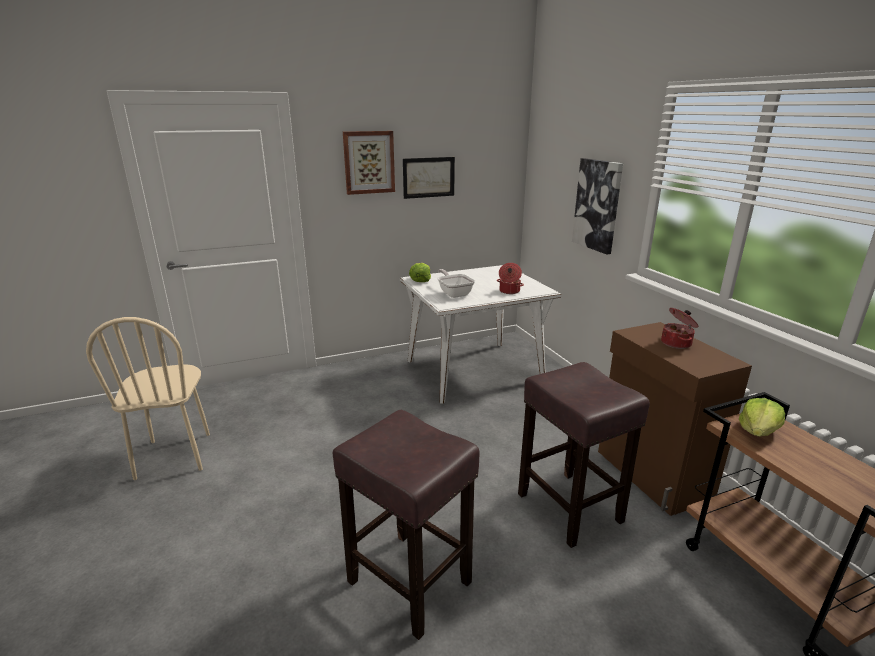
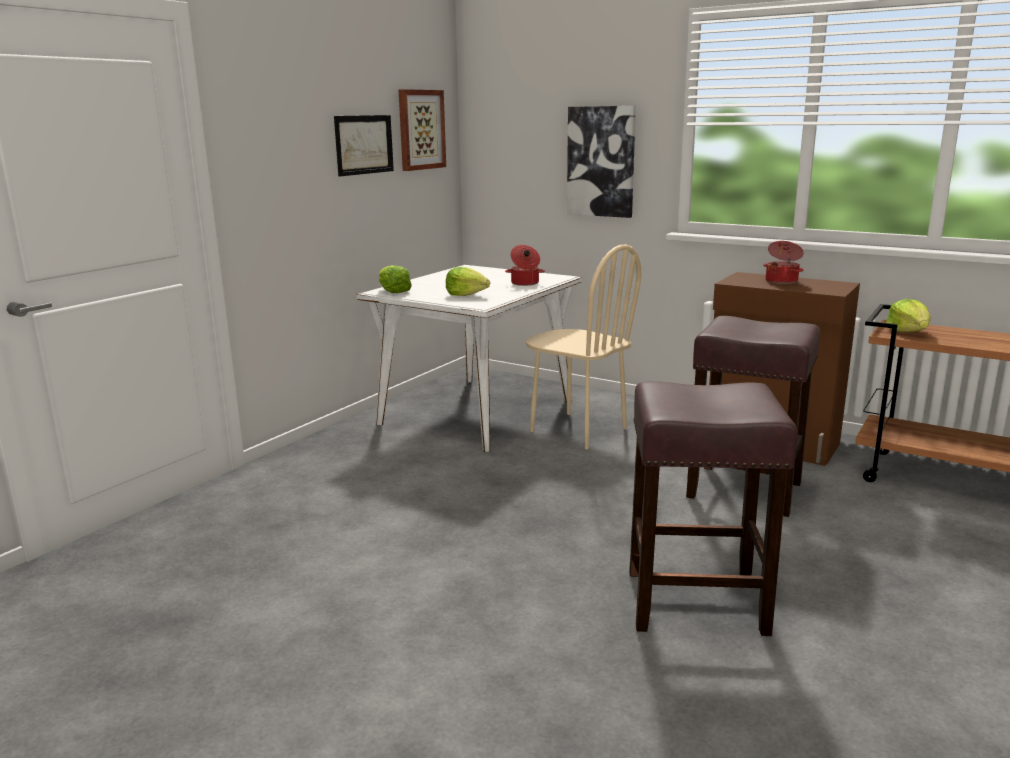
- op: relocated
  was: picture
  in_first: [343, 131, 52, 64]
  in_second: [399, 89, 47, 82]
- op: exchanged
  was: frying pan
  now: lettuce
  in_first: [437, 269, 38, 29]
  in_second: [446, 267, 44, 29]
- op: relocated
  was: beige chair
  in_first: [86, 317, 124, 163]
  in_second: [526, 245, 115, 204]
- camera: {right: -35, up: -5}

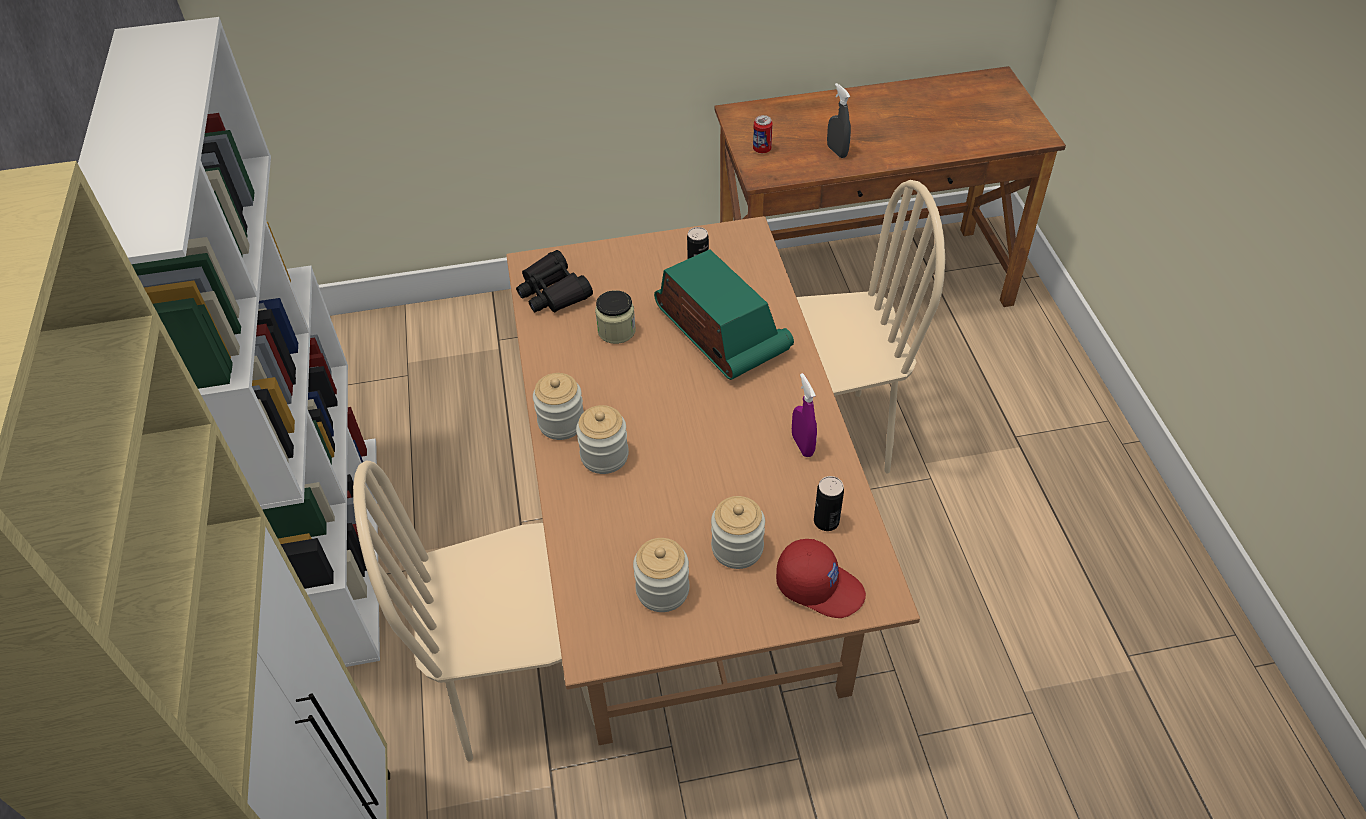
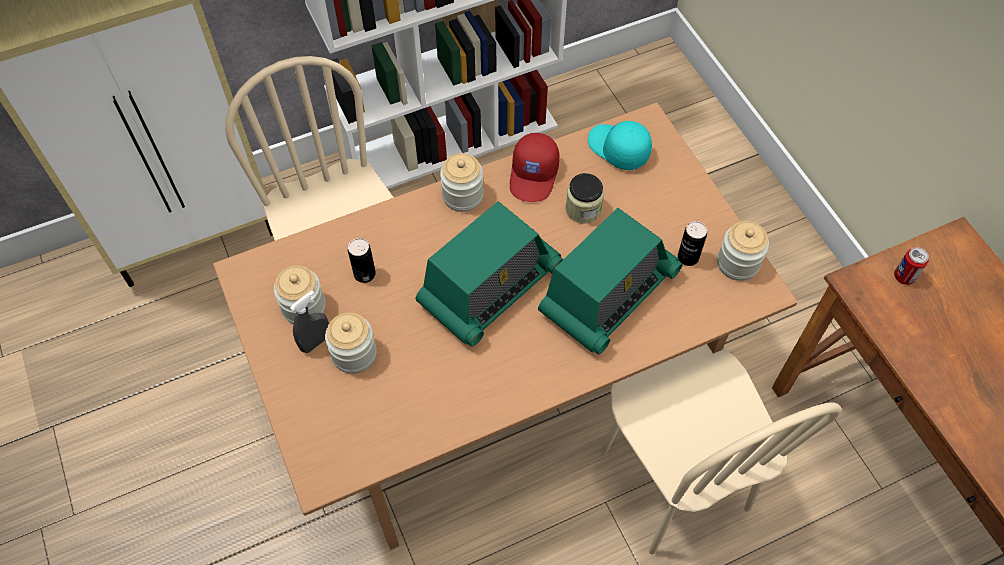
- op: relocated
  was: grey spray bottle
  in_first: [827, 83, 24, 75]
  in_second: [290, 291, 39, 62]
- op: relocated
  was: can
  in_first: [814, 476, 30, 55]
  in_second: [348, 238, 28, 45]
- op: appeared
  now: radio
  in_second: [416, 201, 147, 146]
- op: relocated
  was: red cap
  in_first: [776, 539, 90, 79]
  in_second: [510, 133, 50, 69]
- op: exchanged
  was: black binoculars
  now: turquoise cap
  in_first: [516, 250, 77, 63]
  in_second: [588, 121, 64, 49]
- op: relocated
  was: jar
  in_first: [576, 405, 53, 69]
  in_second: [717, 221, 52, 60]
- op: missing
  was: purple spray bottle
  in_first: [792, 373, 25, 84]
- camera: {right: 75, up: 10}

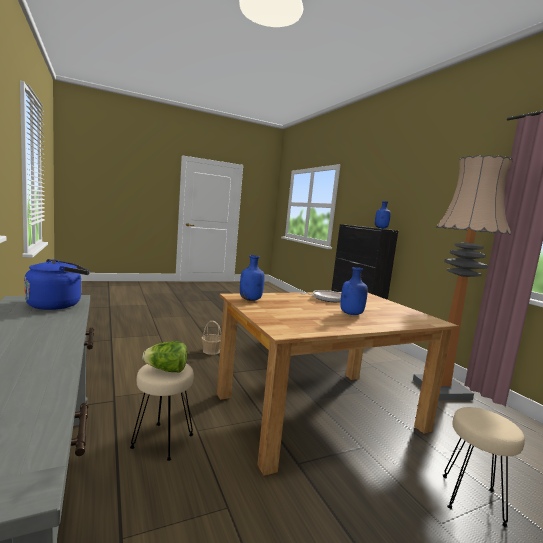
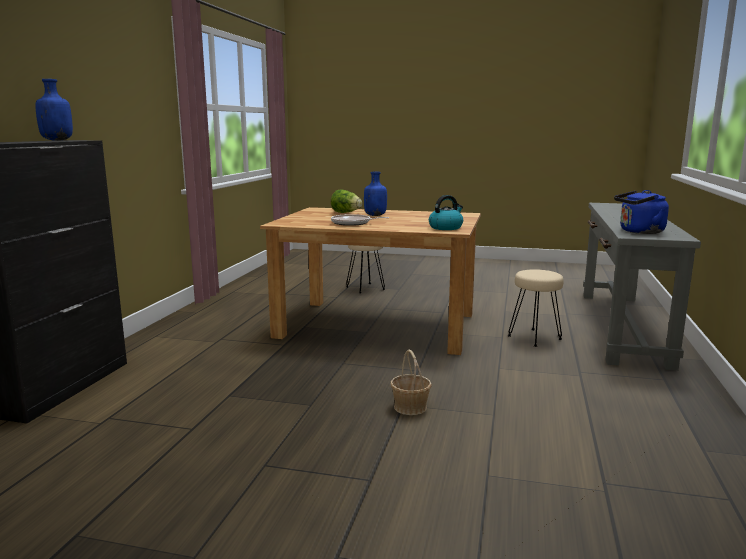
- op: relocated
  was: lettuce
  in_first: [143, 341, 44, 32]
  in_second: [331, 190, 31, 23]
- op: exchanged
  was: blue bottle
  now: kettle
  in_first: [240, 255, 25, 46]
  in_second: [429, 195, 34, 35]
- op: missing
  was: floor lamp
  in_first: [413, 155, 100, 245]
- camera: {right: -140, up: 5}

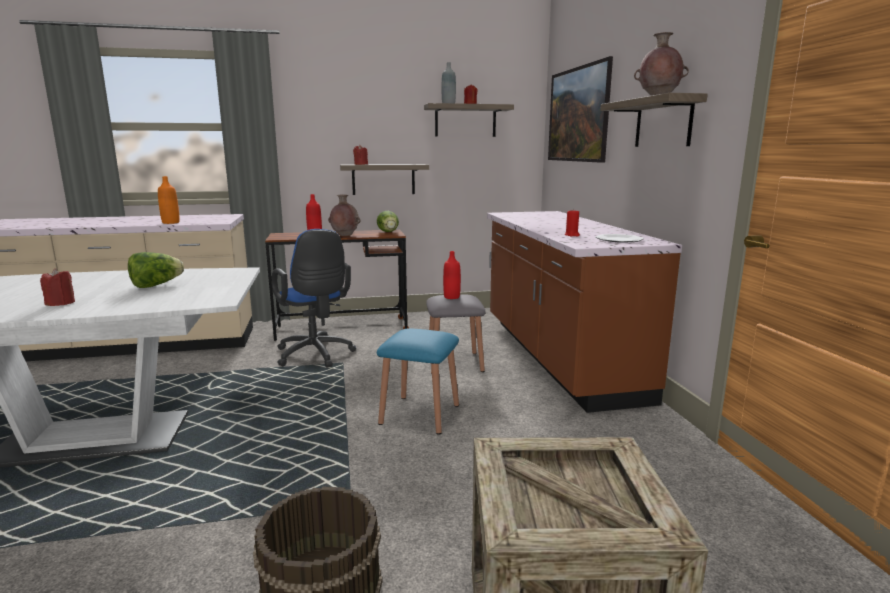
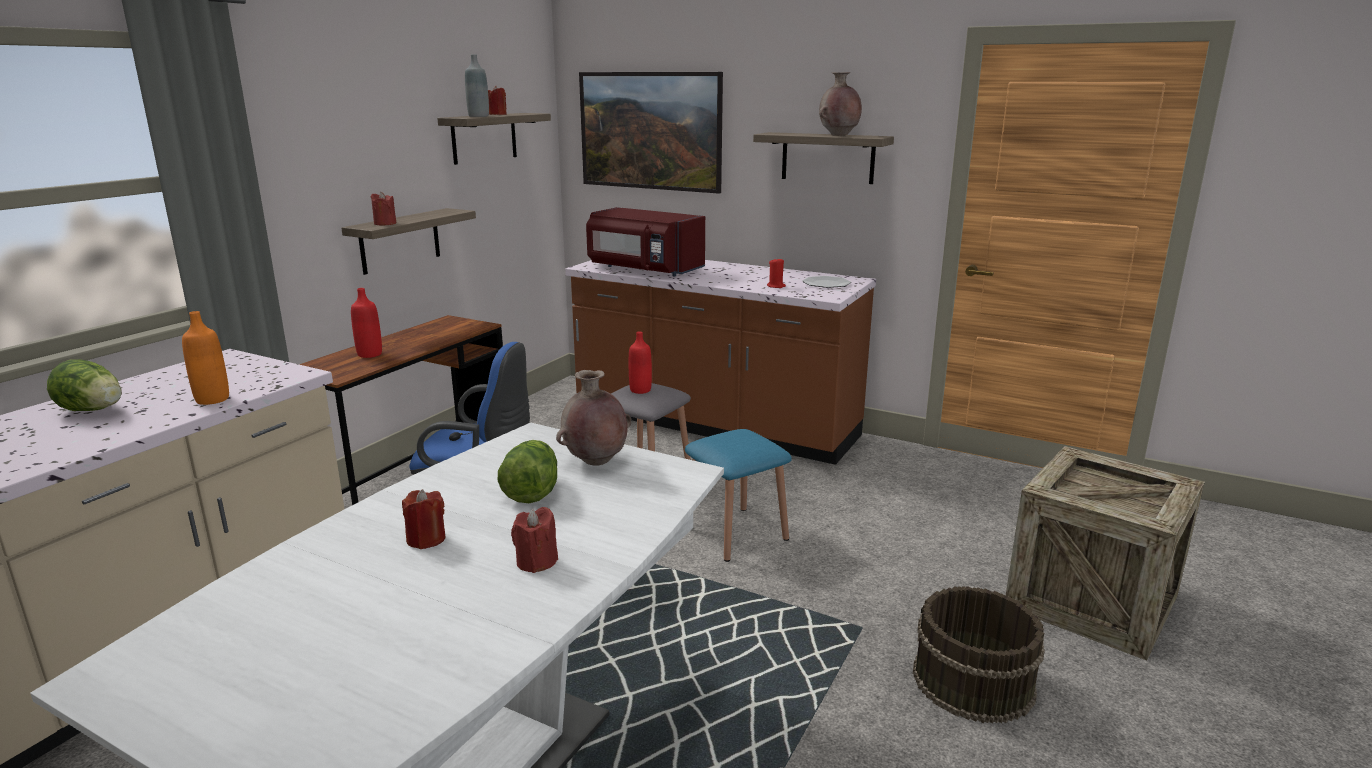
- op: relocated
  was: lettuce
  in_first: [377, 211, 22, 21]
  in_second: [47, 359, 75, 52]
- op: appeared
  now: red candle
  in_second: [402, 489, 44, 60]
- op: relocated
  was: brown vase
  in_first: [328, 194, 33, 42]
  in_second: [556, 370, 75, 96]
- op: appeared
  now: red microwave
  in_second: [586, 207, 119, 69]
- camera: {right: -50, up: 5}

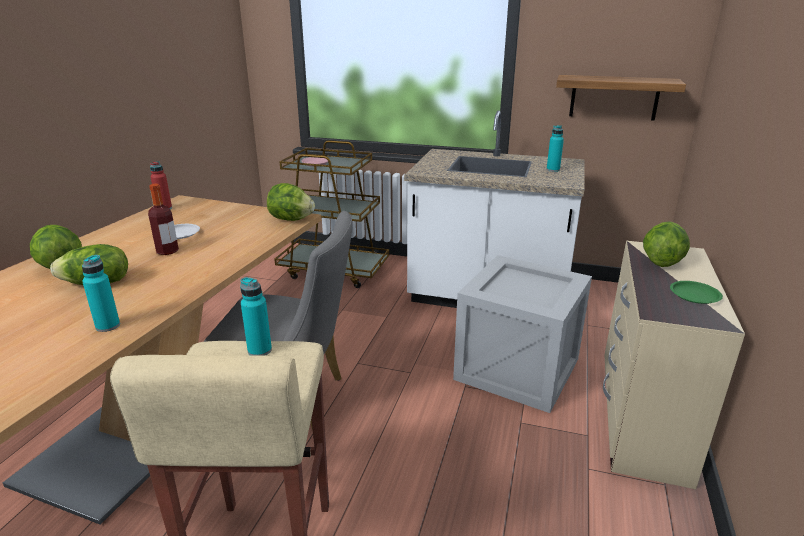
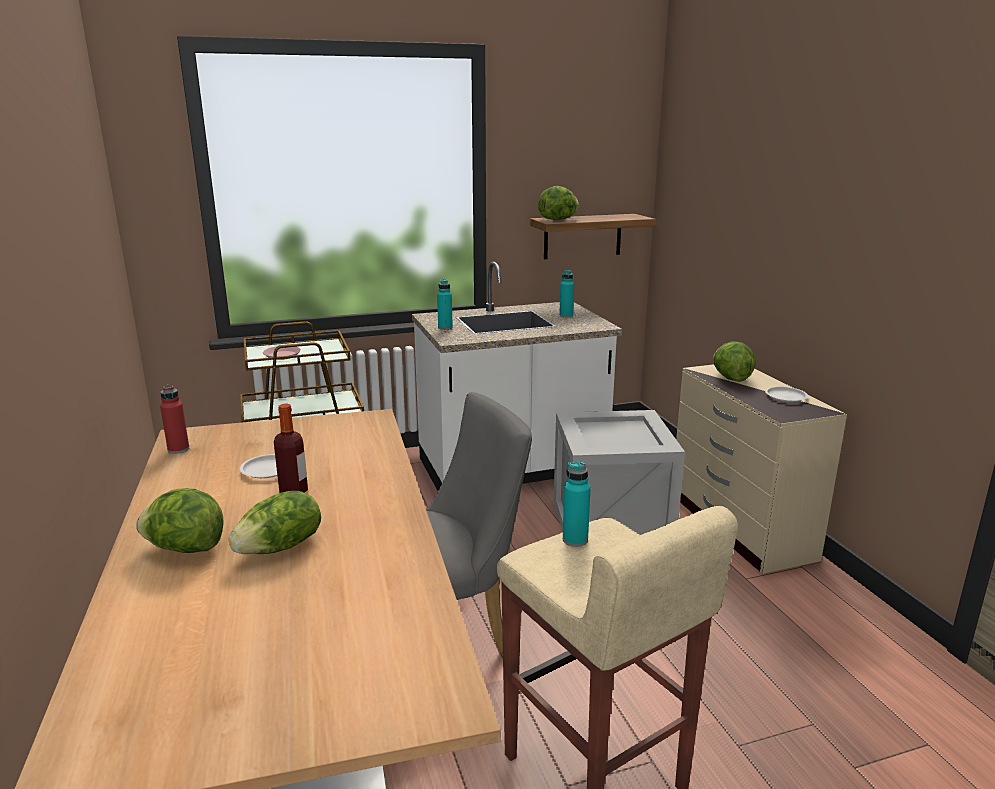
- op: relocated
  was: turquoise bottle
  in_first: [82, 255, 38, 77]
  in_second: [437, 279, 16, 51]
- op: relocated
  was: lettuce
  in_first: [267, 183, 48, 38]
  in_second: [538, 186, 41, 34]
- op: colour
  was: green plate
  now: white plate
  in_first: [670, 281, 53, 23]
  in_second: [765, 386, 43, 16]
- camera: {right: -35, up: -5}

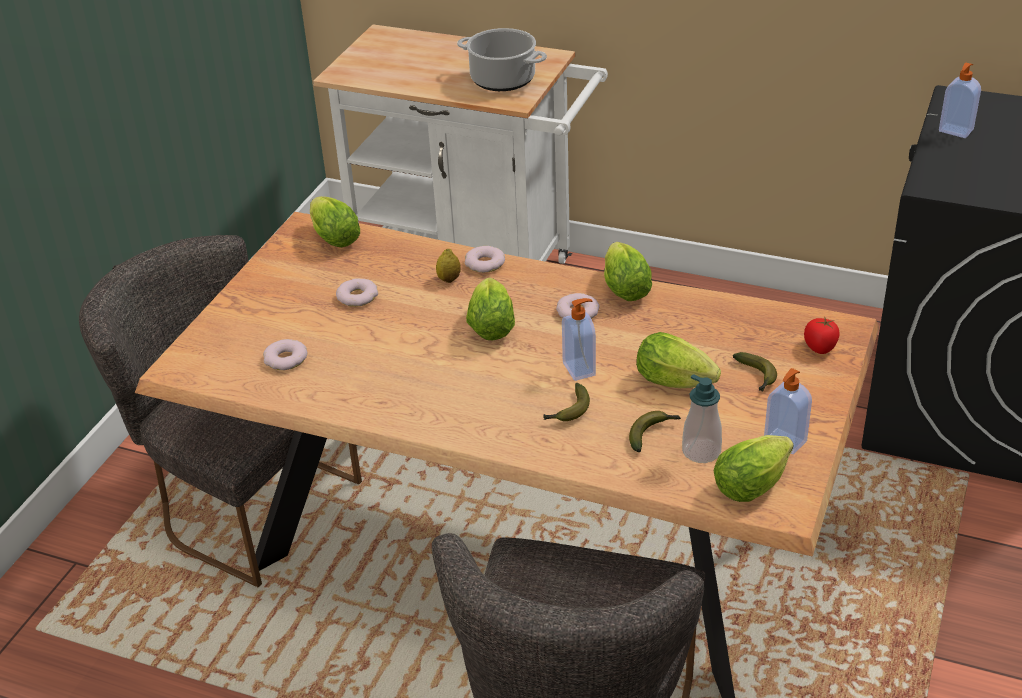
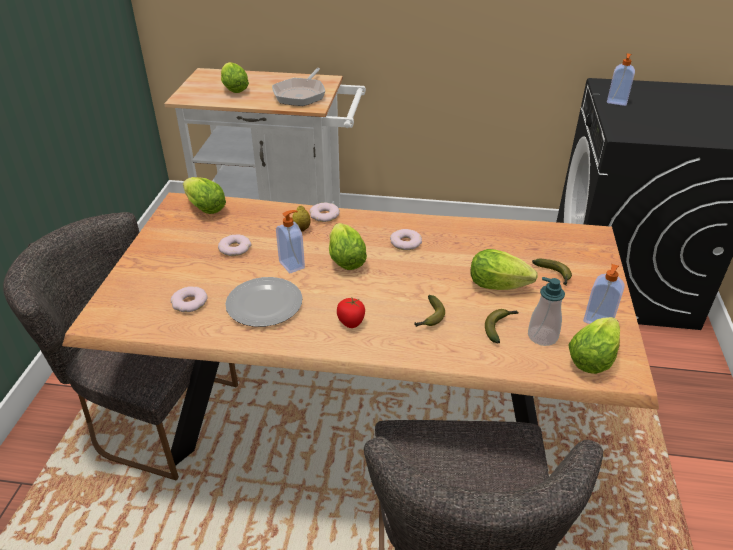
- op: relocated
  was: lettuce
  in_first: [604, 242, 48, 59]
  in_second: [221, 62, 28, 31]
- op: appeared
  now: plate
  in_second: [225, 277, 78, 50]
- op: exchanged
  was: cooking pot
  now: frying pan
  in_first: [457, 28, 90, 63]
  in_second: [272, 68, 53, 38]
- op: relocated
  was: soap dispenser
  in_first: [562, 298, 34, 83]
  in_second: [276, 210, 29, 63]
- op: relocated
  was: tomato
  in_first: [804, 318, 36, 36]
  in_second: [337, 298, 28, 30]
- camera: {right: -15, up: 0}

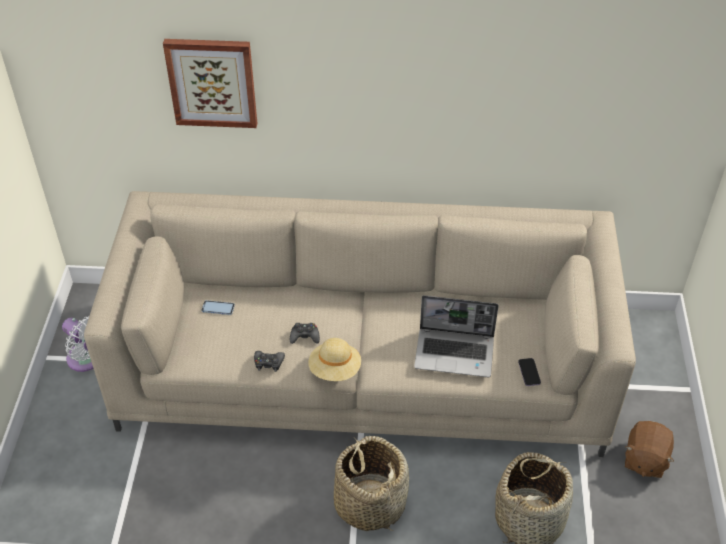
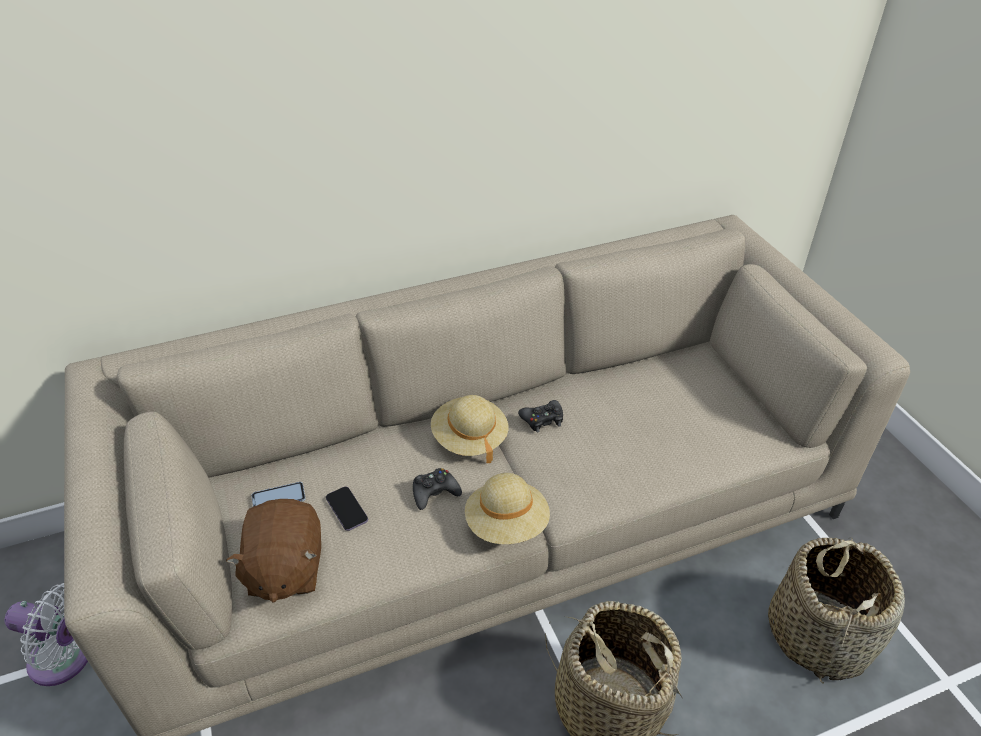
- op: relocated
  was: brown plush toy
  in_first: [625, 421, 49, 57]
  in_second: [226, 499, 95, 104]
- op: relocated
  was: phone
  in_first: [518, 358, 23, 28]
  in_second: [326, 487, 42, 44]
- op: appeared
  now: beige hat
  in_second: [431, 395, 77, 68]
- op: relocated
  was: black game controller
  in_first: [254, 351, 31, 21]
  in_second: [518, 400, 45, 33]
- op: missing
  was: picture
  in_first: [163, 39, 94, 89]
- op: missing
  was: laptop
  in_first: [414, 295, 85, 82]
- camera: {right: -25, up: -5}

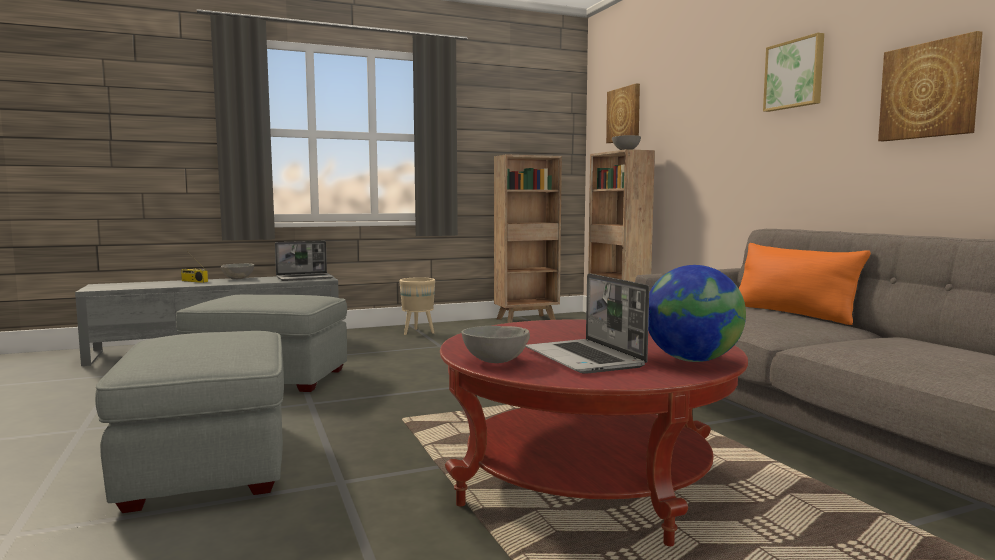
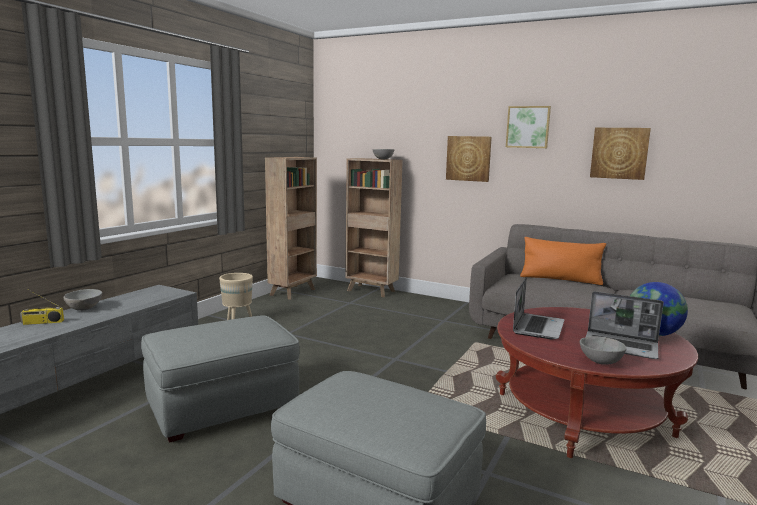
- op: relocated
  was: picture
  in_first: [606, 83, 34, 60]
  in_second: [446, 136, 46, 46]
- op: relocated
  was: laptop
  in_first: [275, 241, 59, 40]
  in_second: [513, 277, 51, 62]
- camera: {right: -40, up: 5}

